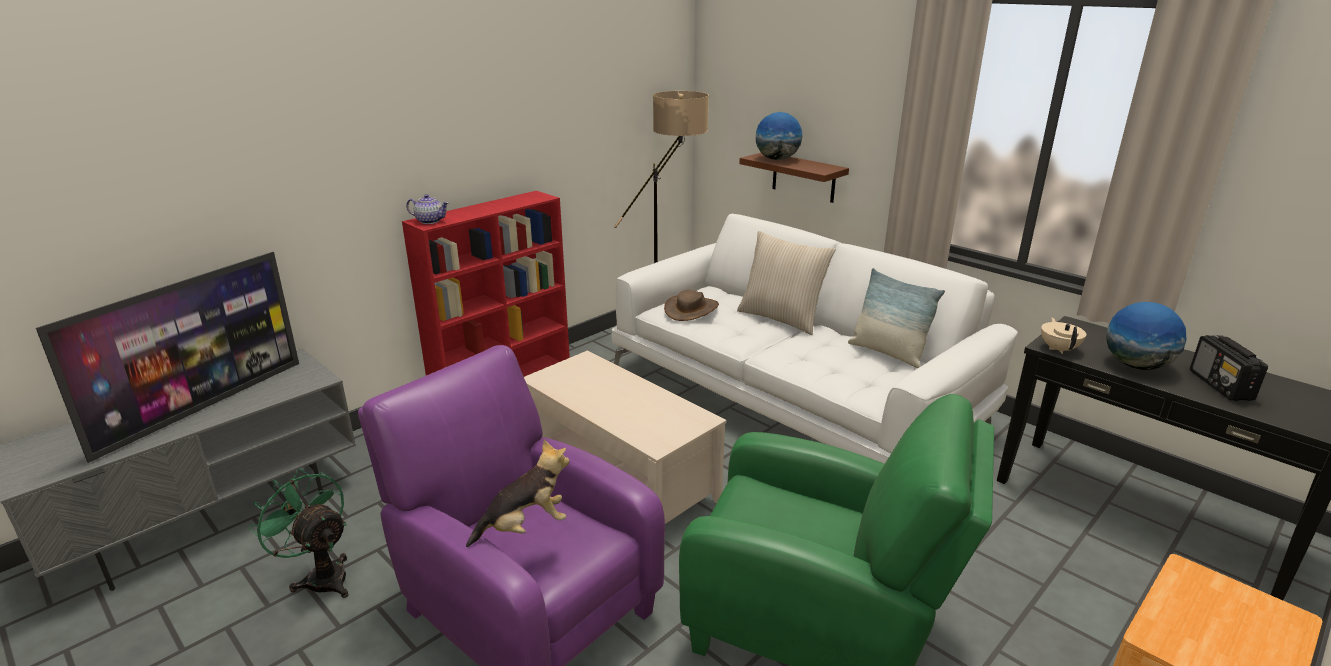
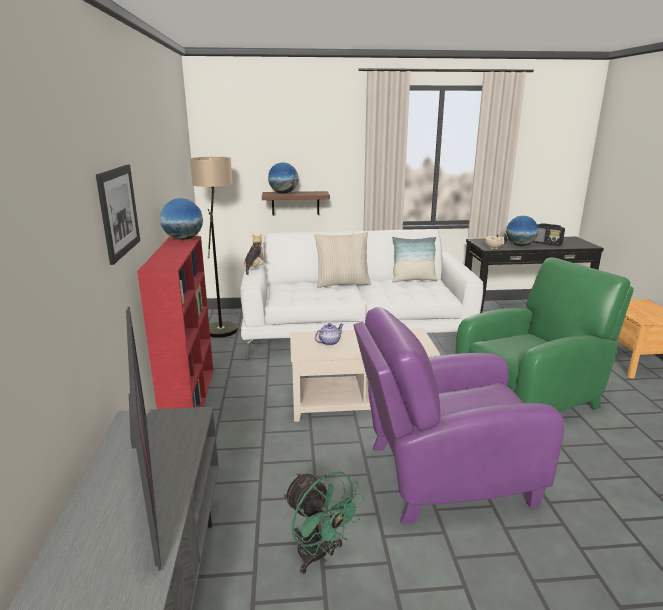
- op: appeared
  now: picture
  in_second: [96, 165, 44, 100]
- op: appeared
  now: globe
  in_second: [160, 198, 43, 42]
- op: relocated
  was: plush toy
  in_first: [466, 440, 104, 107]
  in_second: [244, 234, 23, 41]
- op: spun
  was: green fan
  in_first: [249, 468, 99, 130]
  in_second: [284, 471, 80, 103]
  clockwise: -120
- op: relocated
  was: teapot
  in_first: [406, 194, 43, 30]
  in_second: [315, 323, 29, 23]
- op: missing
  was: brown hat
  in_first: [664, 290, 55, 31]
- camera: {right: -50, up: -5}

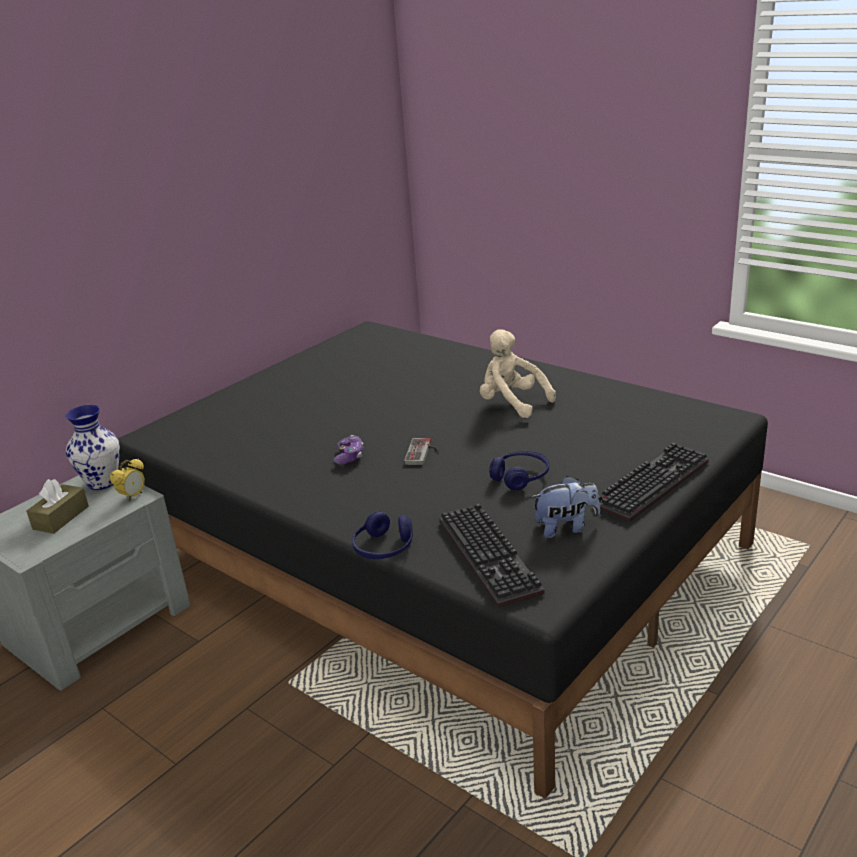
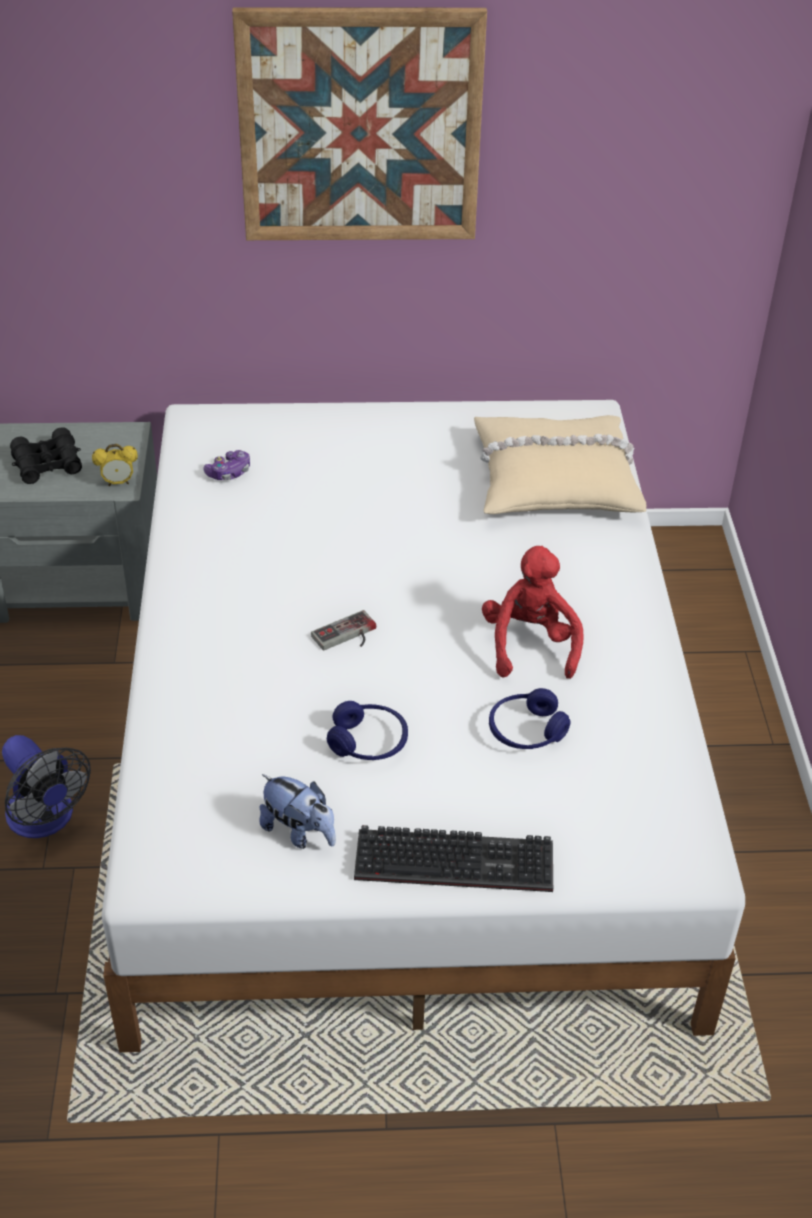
- op: appeared
  now: fan
  in_second: [2, 735, 89, 103]
- op: exchanged
  was: brown tissue box
  now: black binoculars
  in_first: [26, 479, 63, 55]
  in_second: [10, 427, 72, 57]
- op: colour
  was: black bed
  now: white bed
  in_first: [118, 321, 650, 478]
  in_second: [102, 400, 643, 653]
- op: relocated
  was: game controller
  in_first: [334, 435, 29, 29]
  in_second: [203, 450, 47, 30]
- op: appeared
  now: picture
  in_second: [232, 7, 255, 233]
- op: appeared
  now: beige pillow
  in_second: [474, 415, 172, 99]
- op: colour
  was: beige plush toy
  now: red plush toy
  in_first: [480, 329, 76, 89]
  in_second: [482, 546, 101, 133]
- op: relocated
  was: blue headphones
  in_first: [352, 511, 61, 48]
  in_second: [489, 688, 82, 61]
- op: missing
  was: vase
  in_first: [65, 405, 55, 85]
- op: missing
  was: keyboard
  in_first: [439, 503, 106, 105]
- camera: {right: 45, up: 15}

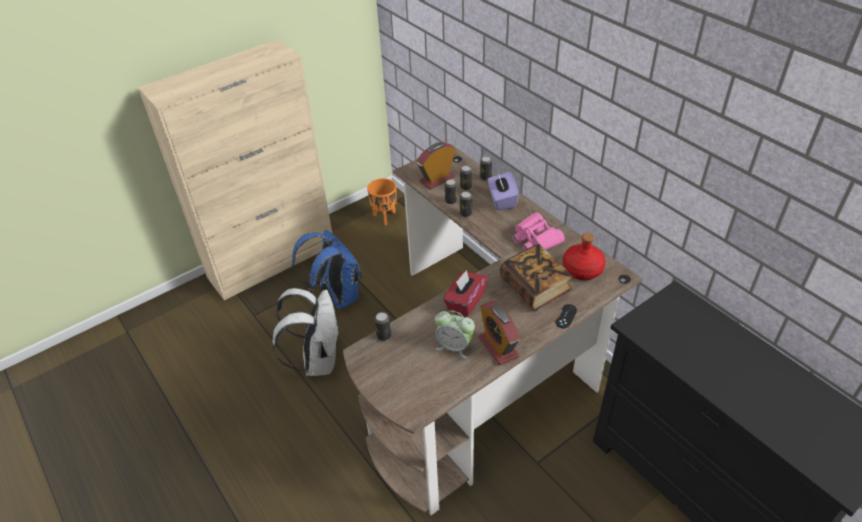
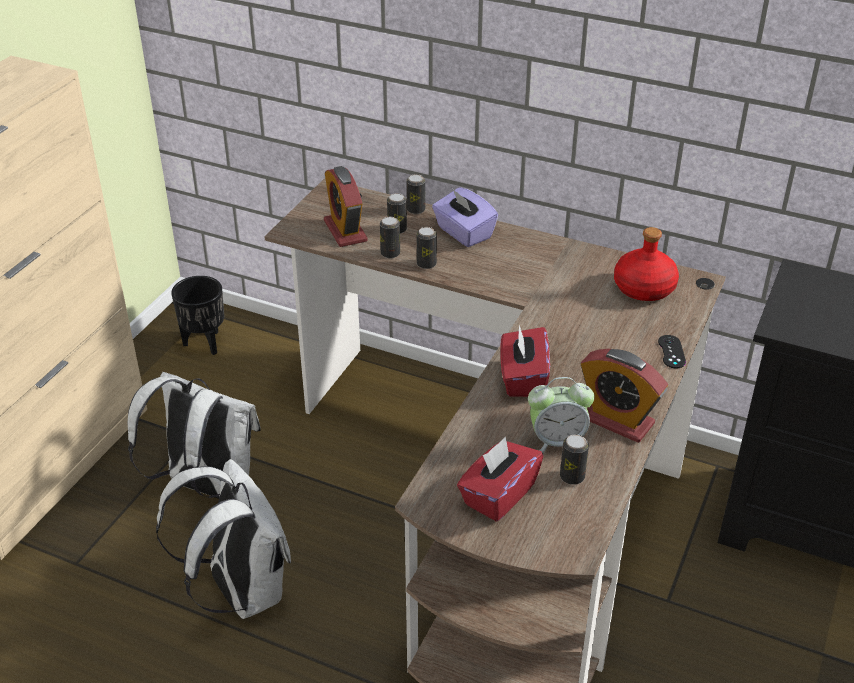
- op: colour
  was: blue backpack
  now: white backpack
  in_first: [292, 230, 70, 79]
  in_second: [128, 372, 133, 127]
- op: colour
  was: orange planter
  now: black planter
  in_first: [367, 178, 30, 47]
  in_second: [171, 276, 53, 79]
- op: spun
  was: alarm clock
  in_first: [417, 142, 39, 48]
  in_second: [324, 166, 44, 81]
  clockwise: -45
- op: appeared
  now: red tissue box
  in_second: [457, 437, 86, 84]
- op: relocated
  was: can
  in_first: [374, 312, 17, 29]
  in_second: [560, 434, 29, 51]
- op: missing
  was: book
  in_first: [500, 244, 72, 67]
- op: missing
  was: pink binoculars
  in_first: [513, 212, 52, 38]
- camera: {right: -30, up: -5}

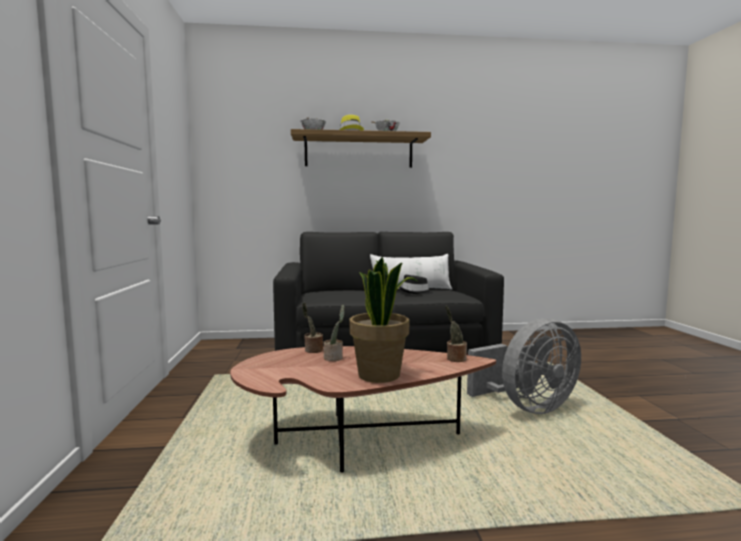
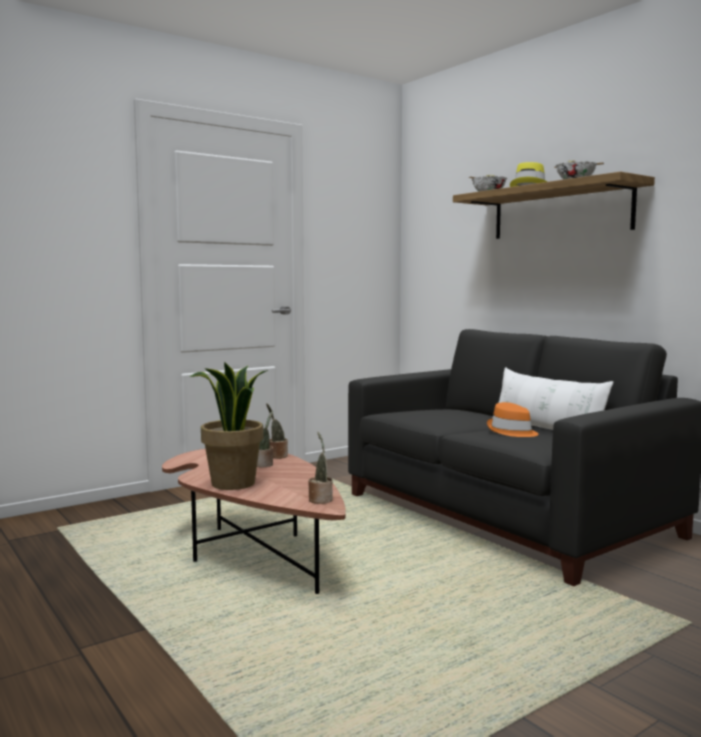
- op: colour
  was: black hat
  now: orange hat
  in_first: [399, 275, 34, 19]
  in_second: [487, 402, 52, 35]
- op: missing
  was: grey fan
  in_first: [467, 318, 114, 96]
- camera: {right: 60, up: 0}

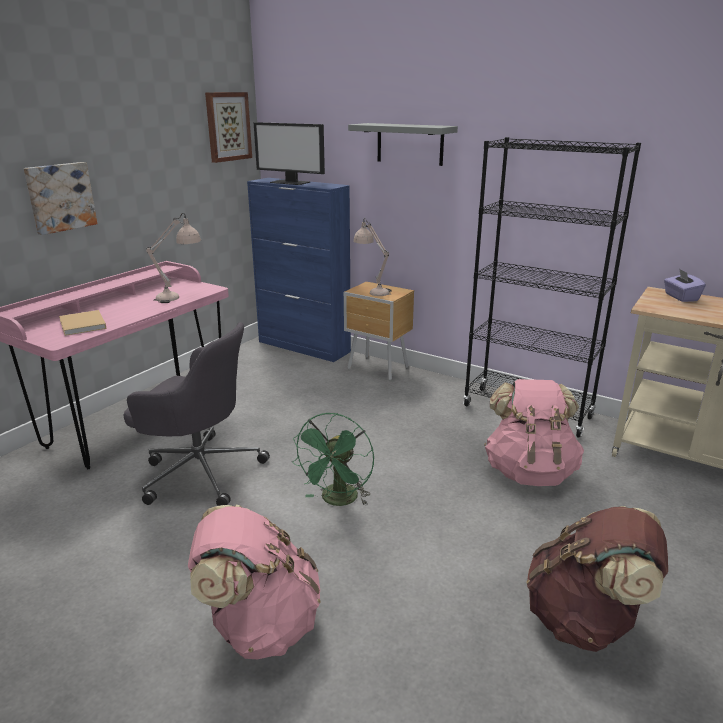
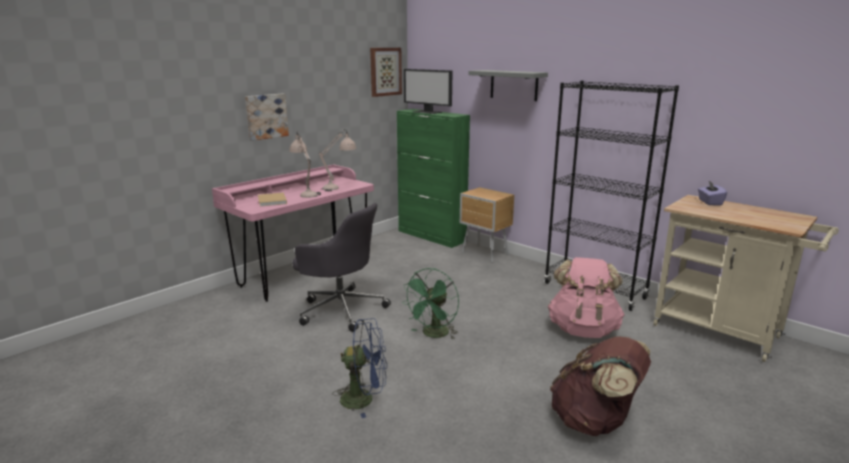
- op: relocated
  was: beige table lamp
  in_first: [353, 218, 39, 78]
  in_second: [289, 131, 32, 67]
- op: exchanged
  was: pink backpack
  now: blue fan
  in_first: [188, 505, 132, 154]
  in_second: [332, 318, 55, 100]
- op: colour
  was: blue cabinet
  now: green cabinet
  in_first: [247, 178, 104, 184]
  in_second: [397, 109, 73, 139]
- camera: {right: 10, up: -5}

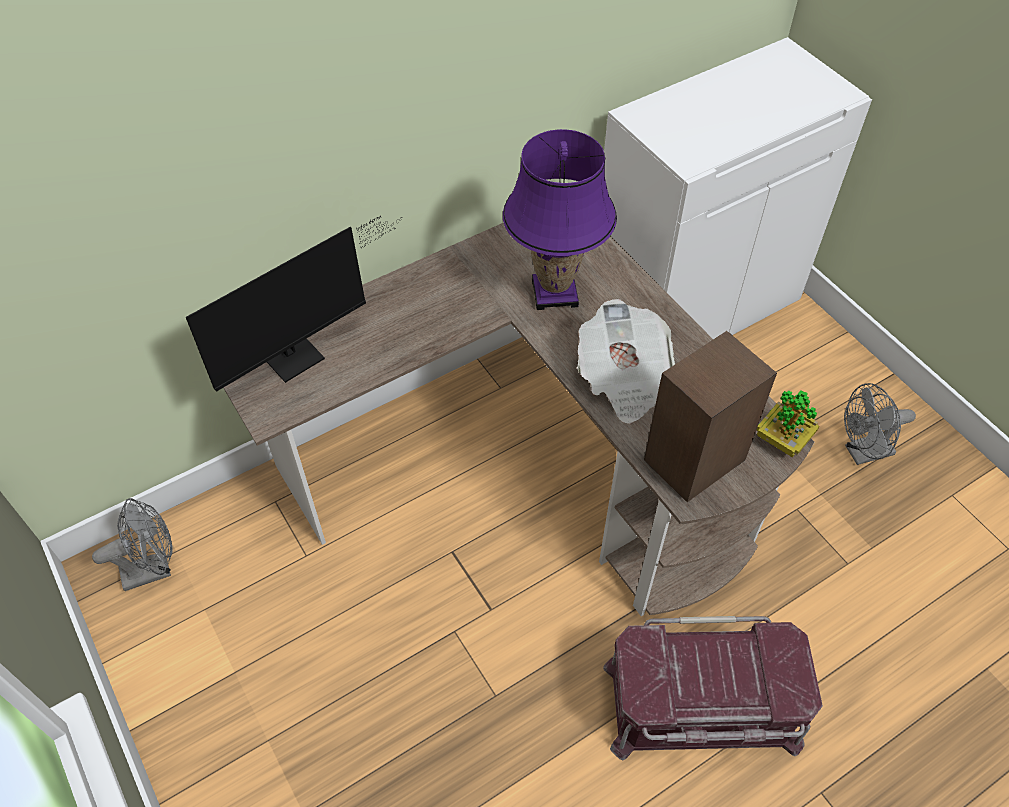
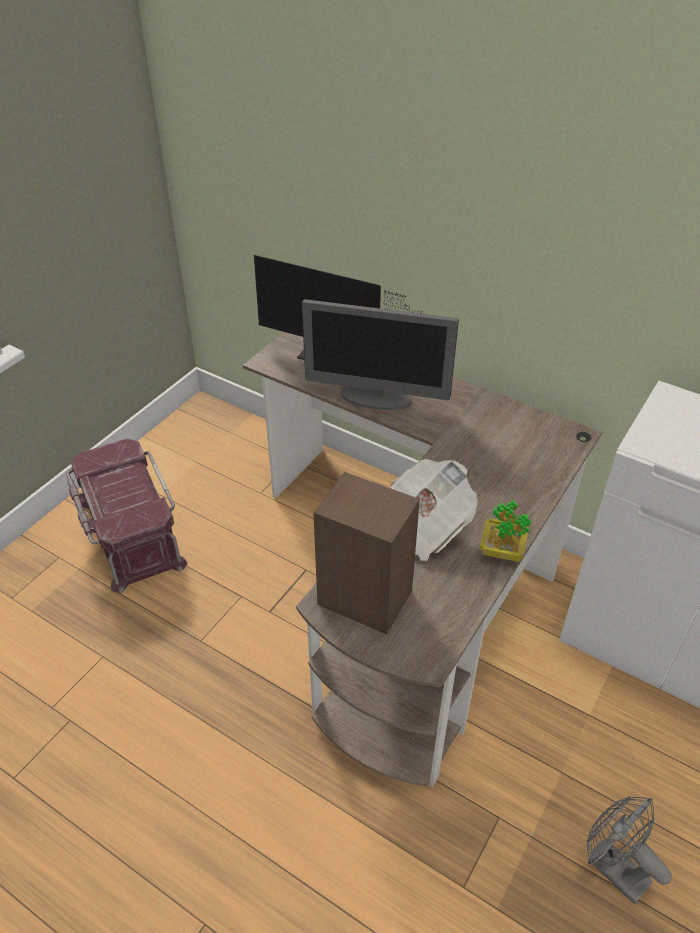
- op: relocated
  was: red storage box
  in_first: [603, 616, 220, 144]
  in_second: [66, 439, 121, 154]
- op: appeared
  now: monitor
  in_second: [302, 299, 157, 111]
- op: relocated
  was: potted plant
  in_first: [756, 390, 63, 67]
  in_second: [480, 500, 51, 62]
- op: missing
  was: grey fan
  in_first: [92, 498, 81, 93]
- op: missing
  was: purple table lamp
  in_first: [503, 129, 114, 181]
- camera: {right: 65, up: -10}

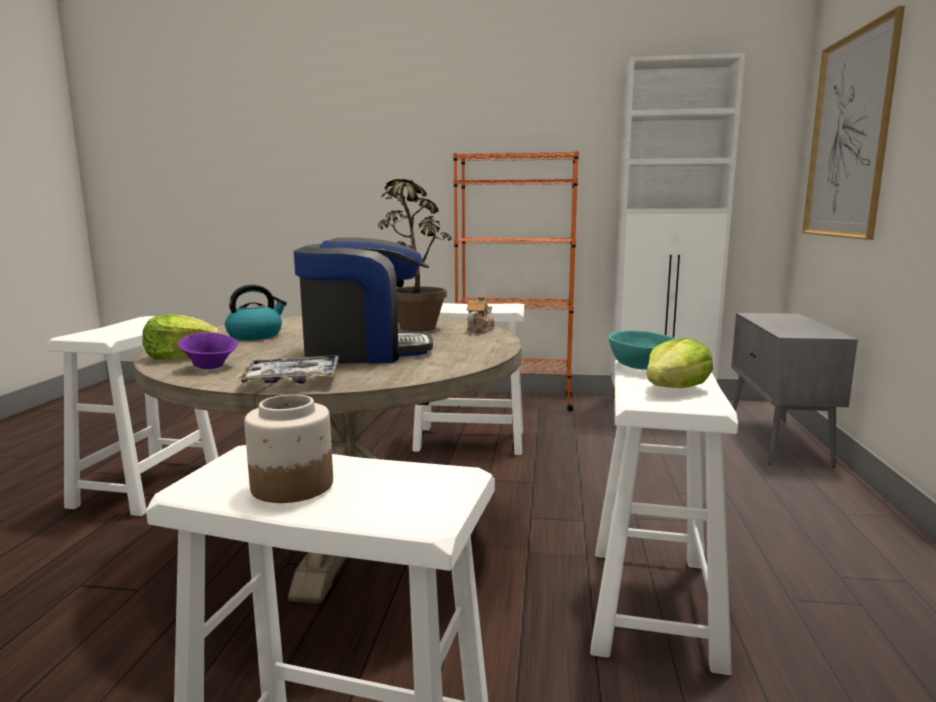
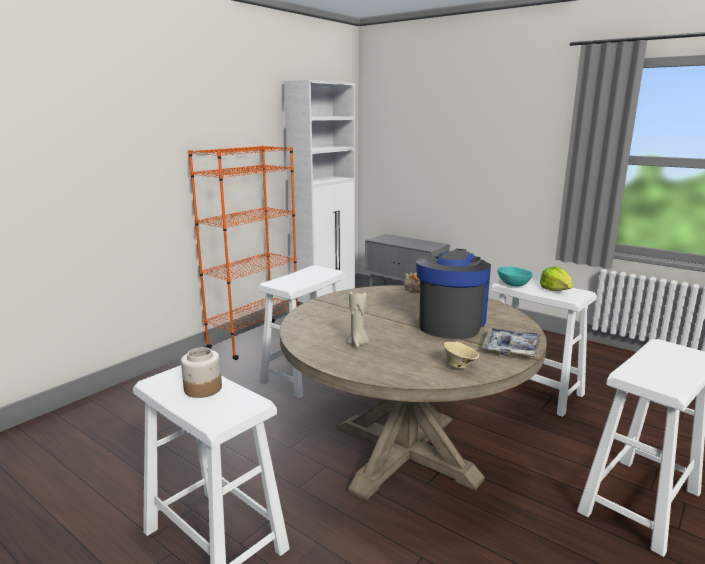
- op: relocated
  was: jar
  in_first: [244, 394, 89, 109]
  in_second: [181, 347, 41, 51]
- op: exchanged
  was: kettle
  now: beige candle
  in_first: [225, 285, 62, 55]
  in_second: [347, 291, 22, 57]
- op: colour
  was: purple bowl
  now: beige bowl
  in_first: [177, 333, 61, 36]
  in_second: [443, 342, 36, 27]
- op: missing
  was: lettuce
  in_first: [142, 314, 80, 46]
- op: missing
  was: potted plant
  in_first: [378, 179, 74, 153]
- op: missing
  was: picture
  in_first: [802, 6, 103, 234]
- camera: {right: -60, up: 5}

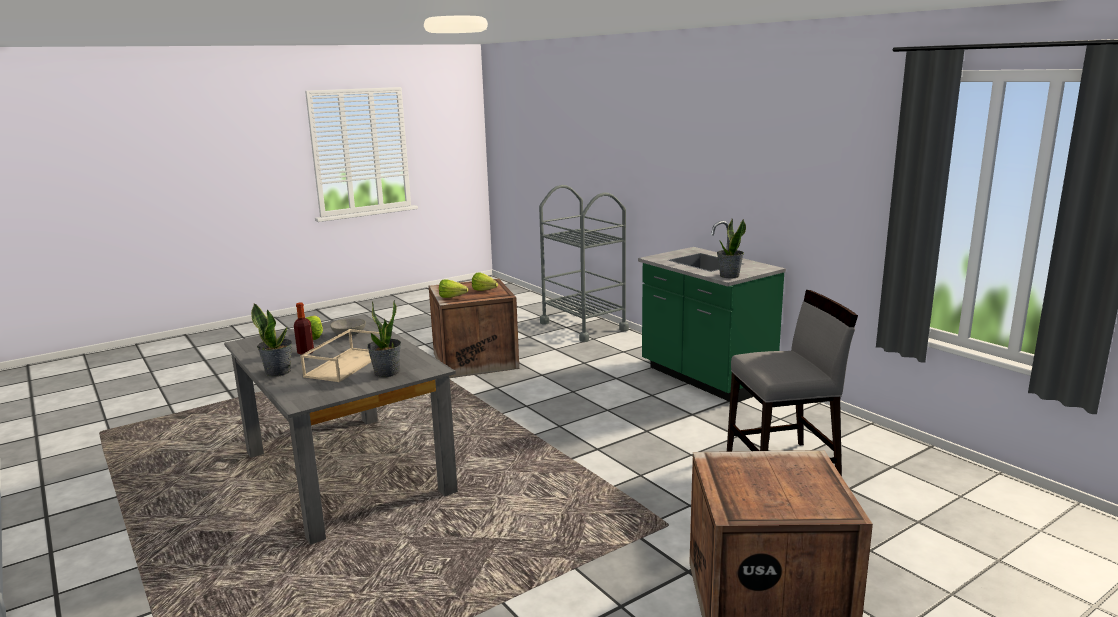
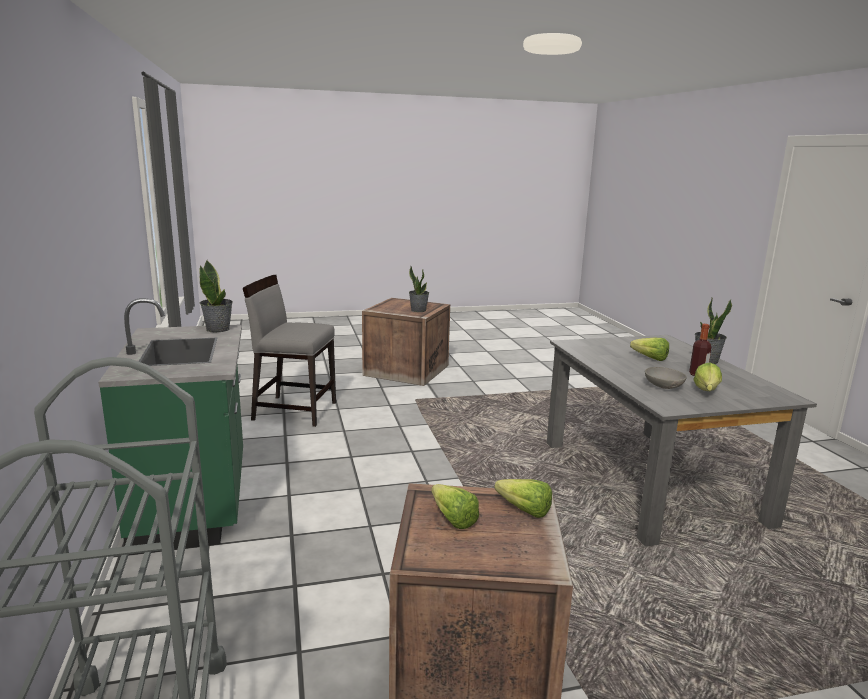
- op: relocated
  was: potted plant
  in_first: [367, 300, 34, 77]
  in_second: [409, 266, 20, 46]
- op: exchanged
  was: beige tray
  now: lettuce
  in_first: [300, 329, 80, 53]
  in_second: [630, 337, 39, 24]
- camera: {right: -160, up: 0}

